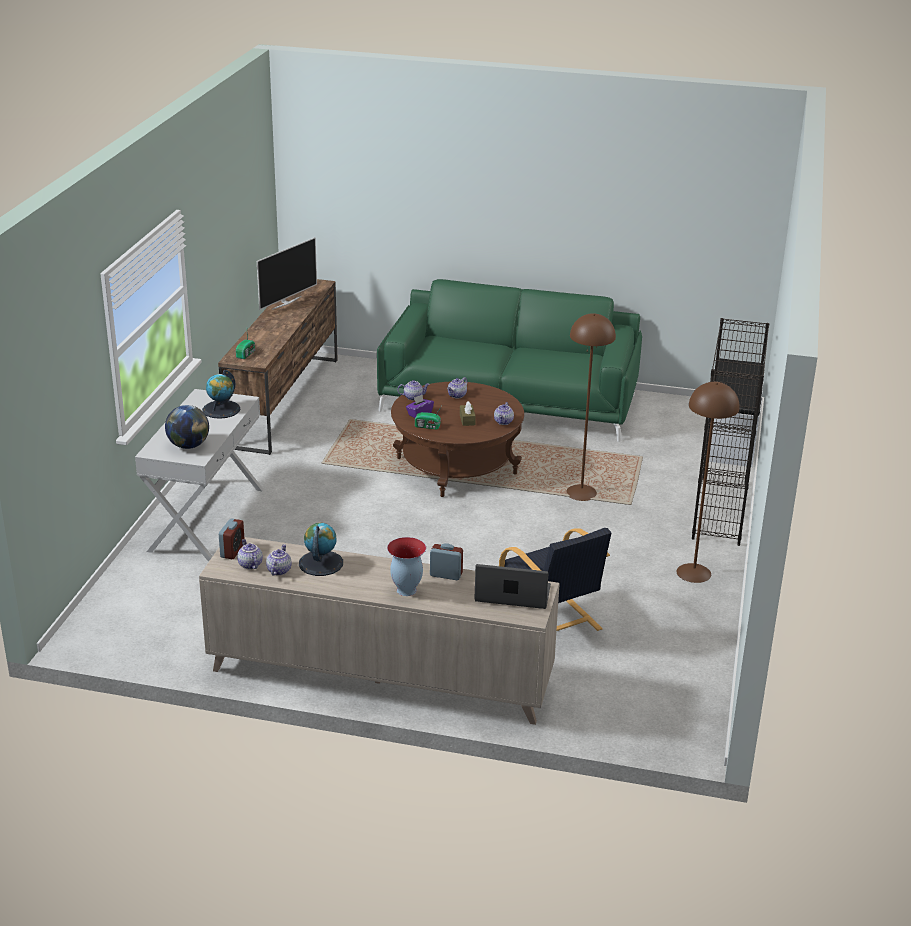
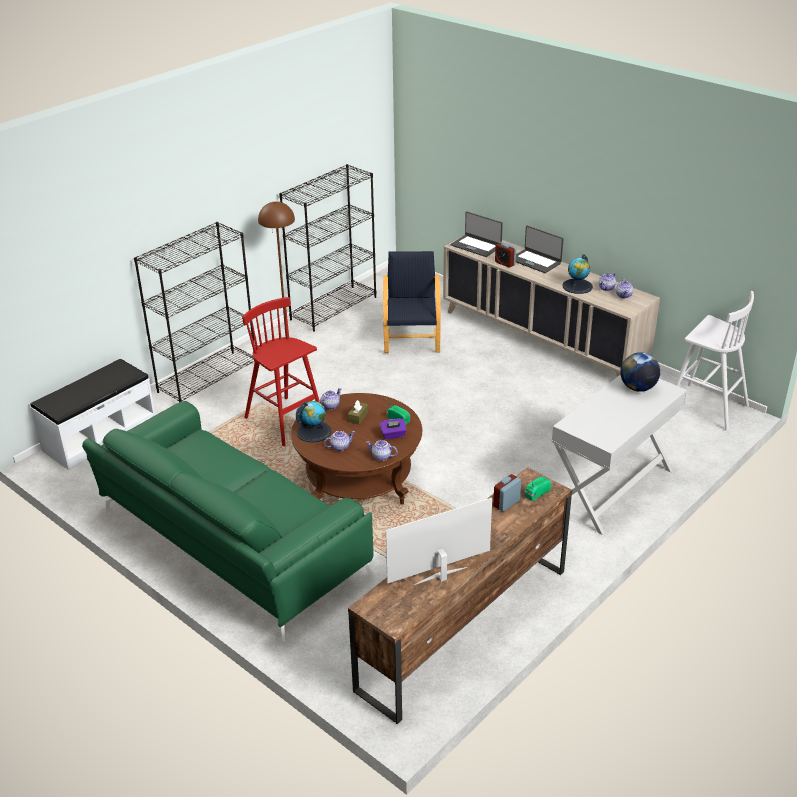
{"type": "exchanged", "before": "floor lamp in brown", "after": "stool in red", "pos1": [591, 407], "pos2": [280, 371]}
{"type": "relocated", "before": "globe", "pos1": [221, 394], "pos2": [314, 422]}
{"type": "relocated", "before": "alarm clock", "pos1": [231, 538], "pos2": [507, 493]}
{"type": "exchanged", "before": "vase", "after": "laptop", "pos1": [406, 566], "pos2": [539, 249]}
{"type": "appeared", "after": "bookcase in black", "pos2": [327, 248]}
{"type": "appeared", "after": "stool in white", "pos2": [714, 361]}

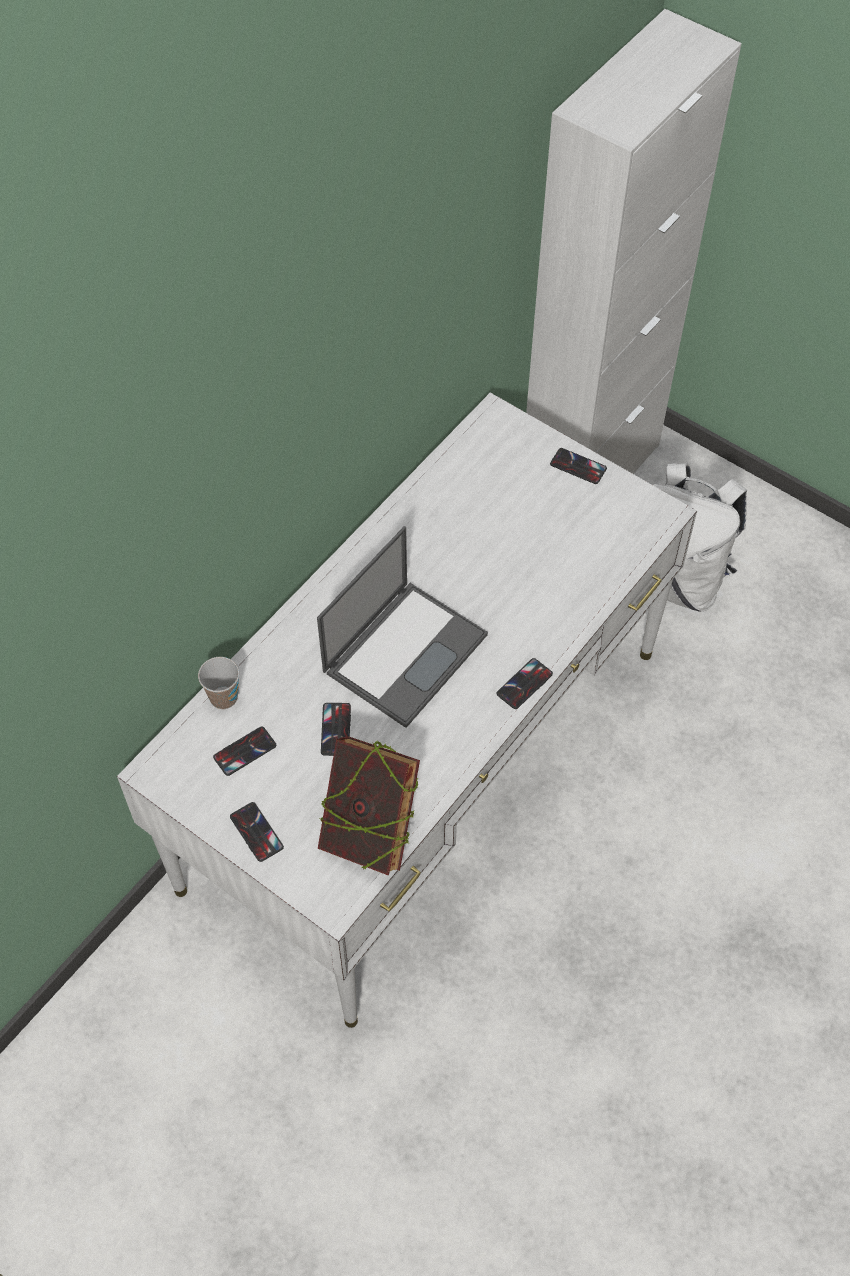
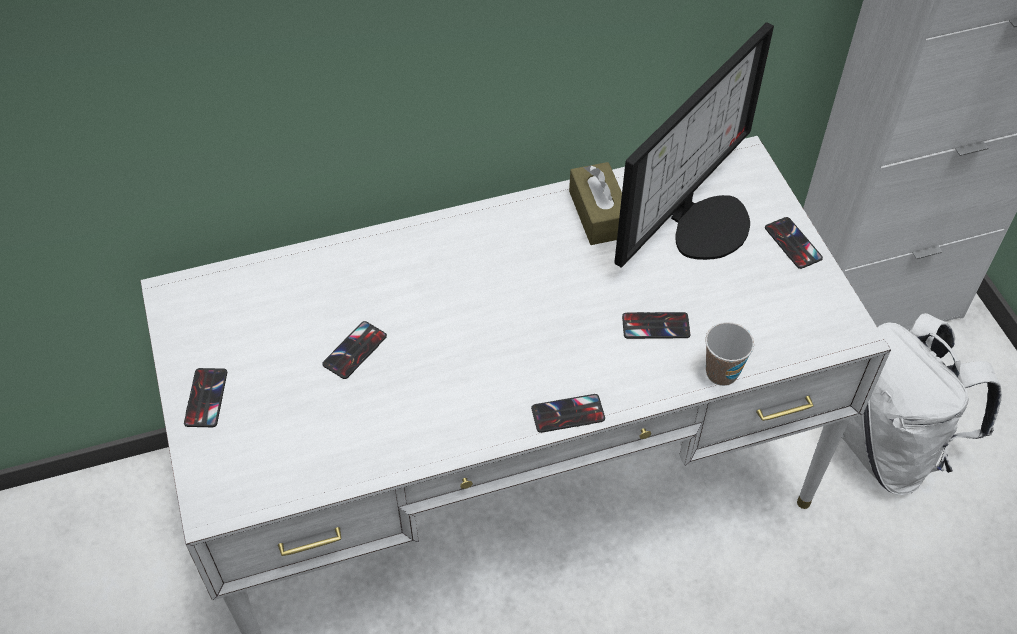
{"type": "missing", "before": "laptop", "pos1": [402, 627]}
{"type": "relocated", "before": "cup", "pos1": [218, 683], "pos2": [729, 354]}
{"type": "relocated", "before": "phone", "pos1": [244, 751], "pos2": [656, 325]}
{"type": "missing", "before": "book", "pos1": [369, 805]}
{"type": "appeared", "after": "monitor", "pos2": [694, 145]}
{"type": "appeared", "after": "tissue box in brown", "pos2": [595, 203]}

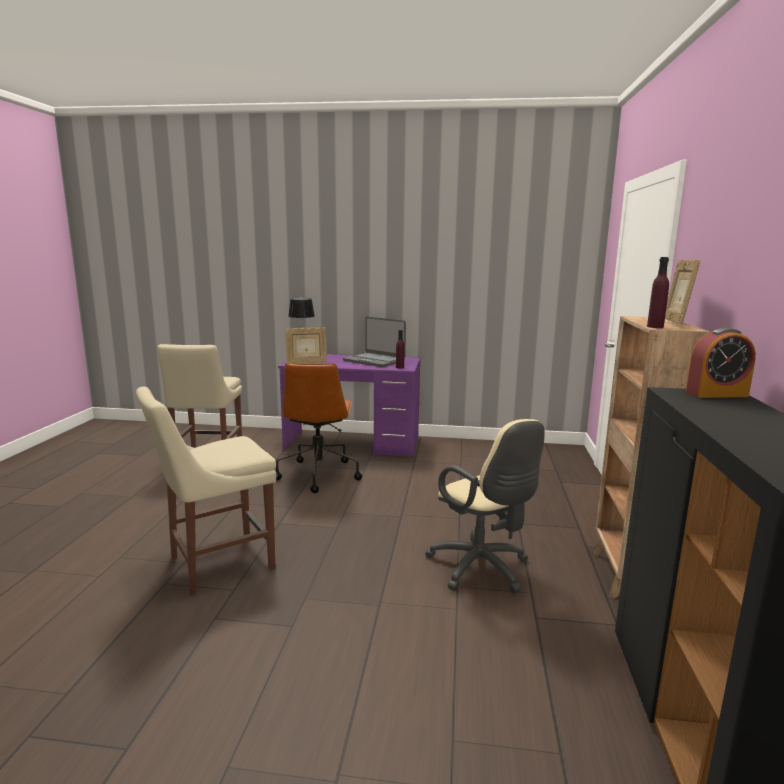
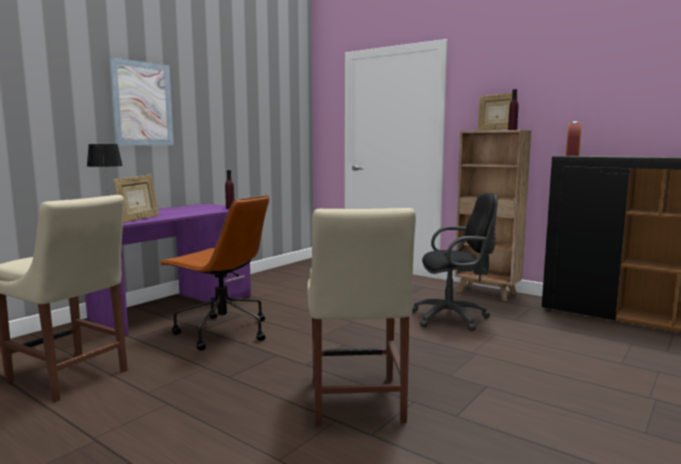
{"type": "missing", "before": "laptop", "pos1": [374, 342]}
{"type": "colour", "before": "office chair in beige", "after": "office chair in black", "pos1": [485, 506], "pos2": [455, 262]}
{"type": "appeared", "after": "picture", "pos2": [141, 101]}

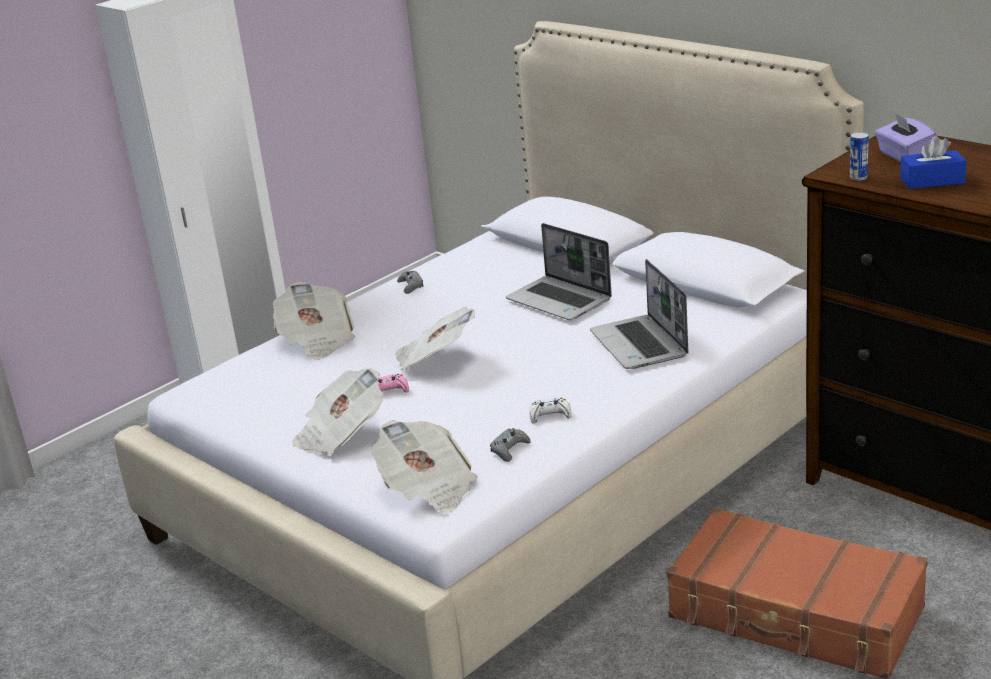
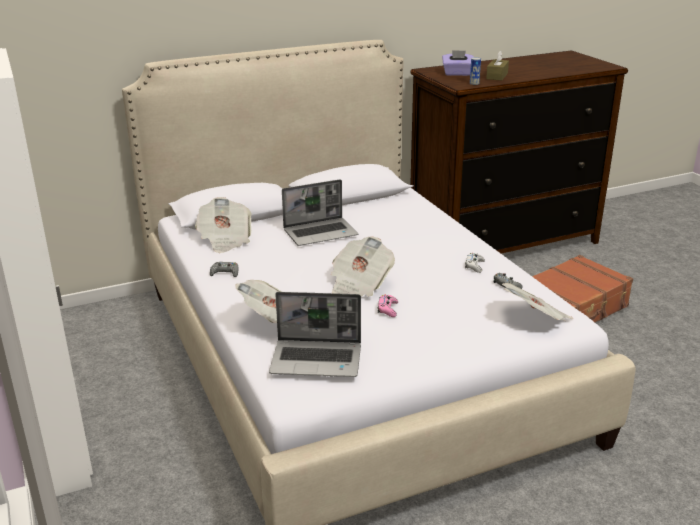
{"type": "colour", "before": "tissue box in blue", "after": "tissue box in brown", "pos1": [933, 162], "pos2": [497, 65]}
{"type": "relocated", "before": "laptop", "pos1": [639, 314], "pos2": [315, 334]}
{"type": "relocated", "before": "newspaper", "pos1": [337, 411], "pos2": [223, 225]}

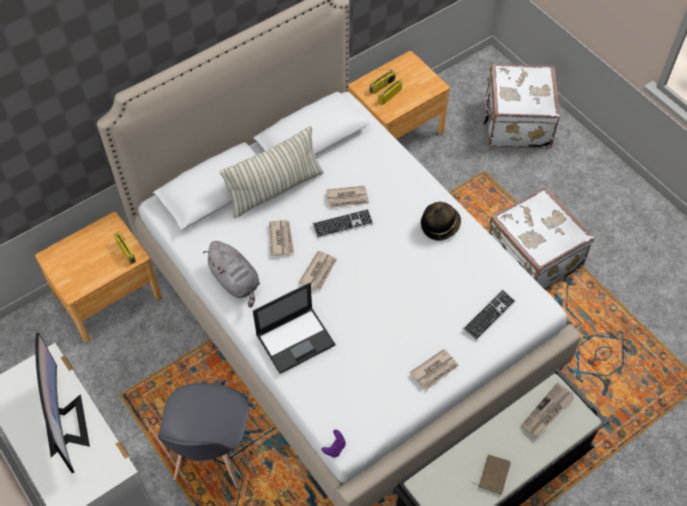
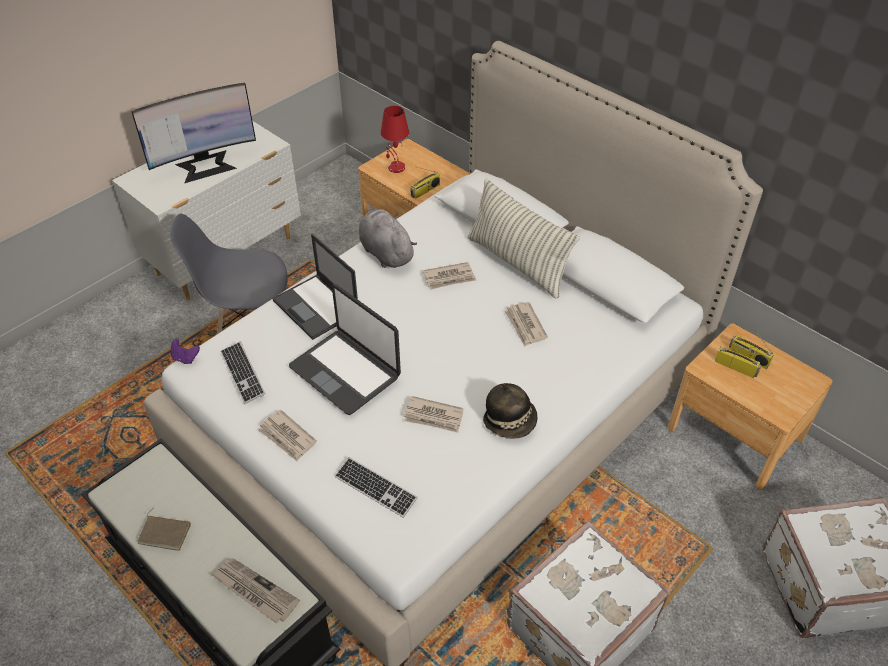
{"type": "relocated", "before": "keyboard", "pos1": [342, 223], "pos2": [243, 372]}
{"type": "spun", "before": "plush toy in grey", "pos1": [231, 274], "pos2": [388, 238], "turn": 105}
{"type": "relocated", "before": "newspaper", "pos1": [318, 271], "pos2": [433, 414]}
{"type": "appeared", "after": "table lamp in red", "pos2": [395, 139]}
{"type": "appeared", "after": "laptop", "pos2": [345, 349]}

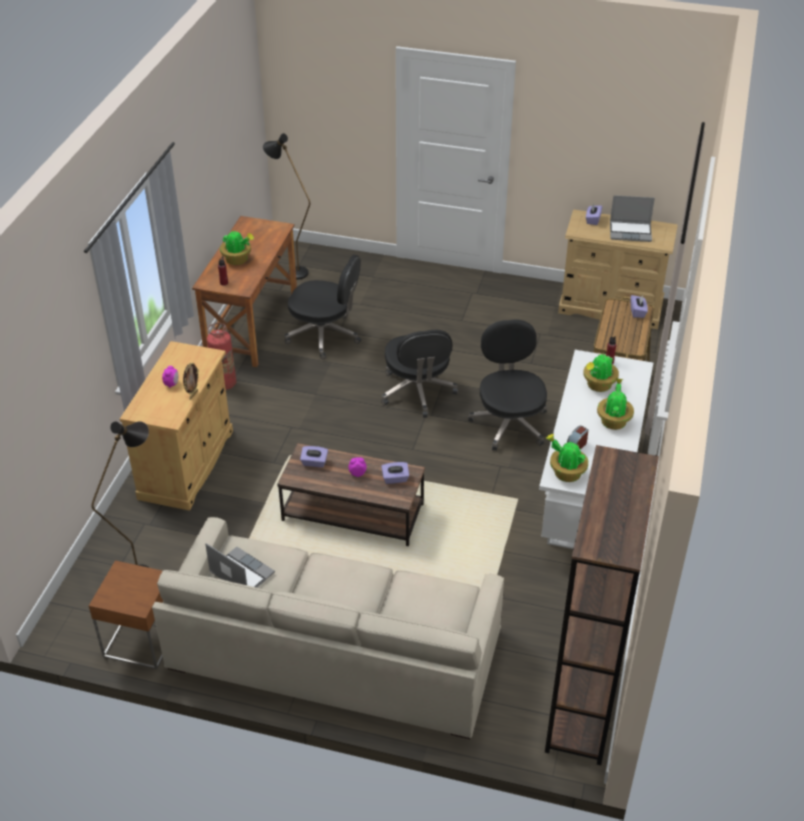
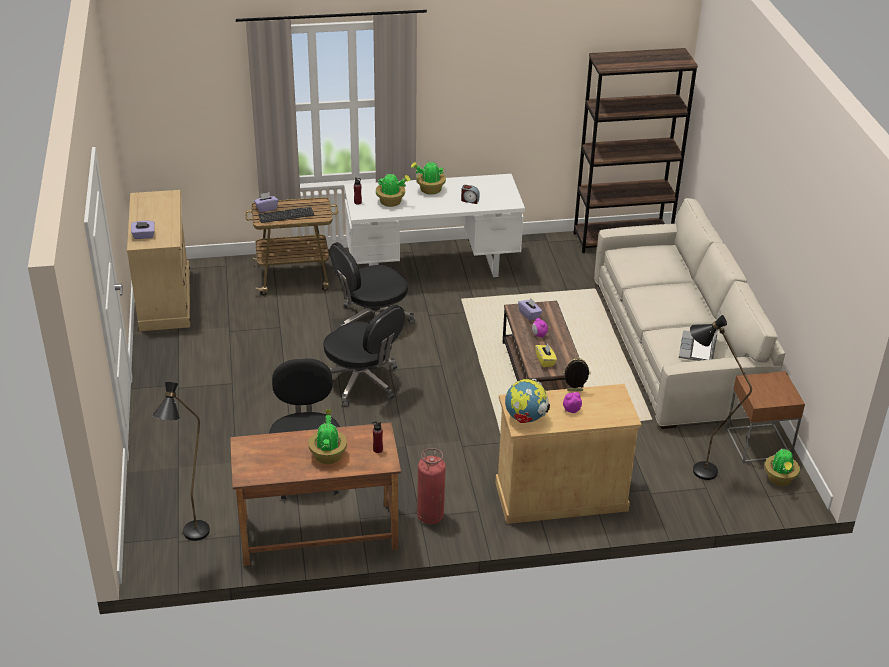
{"type": "missing", "before": "laptop", "pos1": [632, 218]}
{"type": "spun", "before": "office chair in black", "pos1": [419, 374], "pos2": [364, 356], "turn": 75}
{"type": "relocated", "before": "potted plant", "pos1": [567, 458], "pos2": [782, 467]}
{"type": "colour", "before": "tissue box in purple", "after": "tissue box in yellow", "pos1": [314, 457], "pos2": [546, 356]}
{"type": "appeared", "after": "keyboard", "pos2": [286, 215]}
{"type": "appeared", "after": "globe", "pos2": [527, 401]}

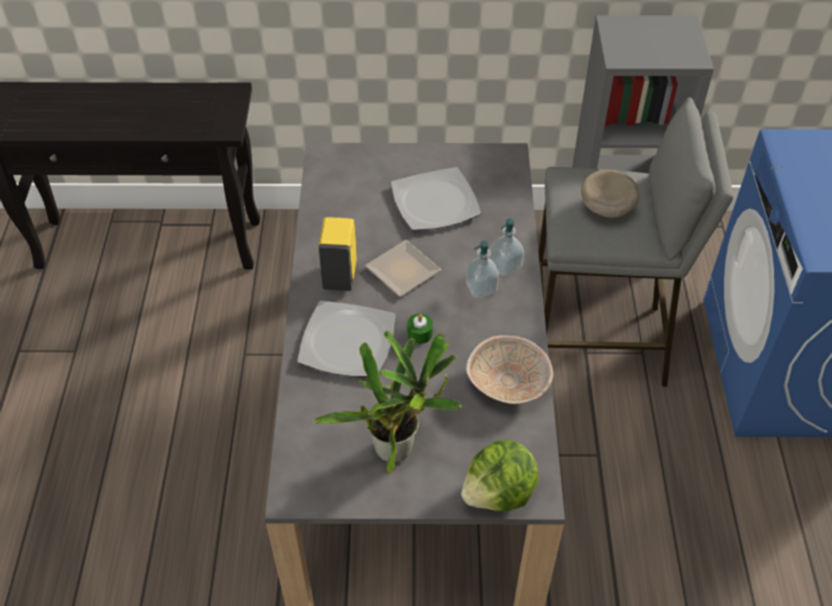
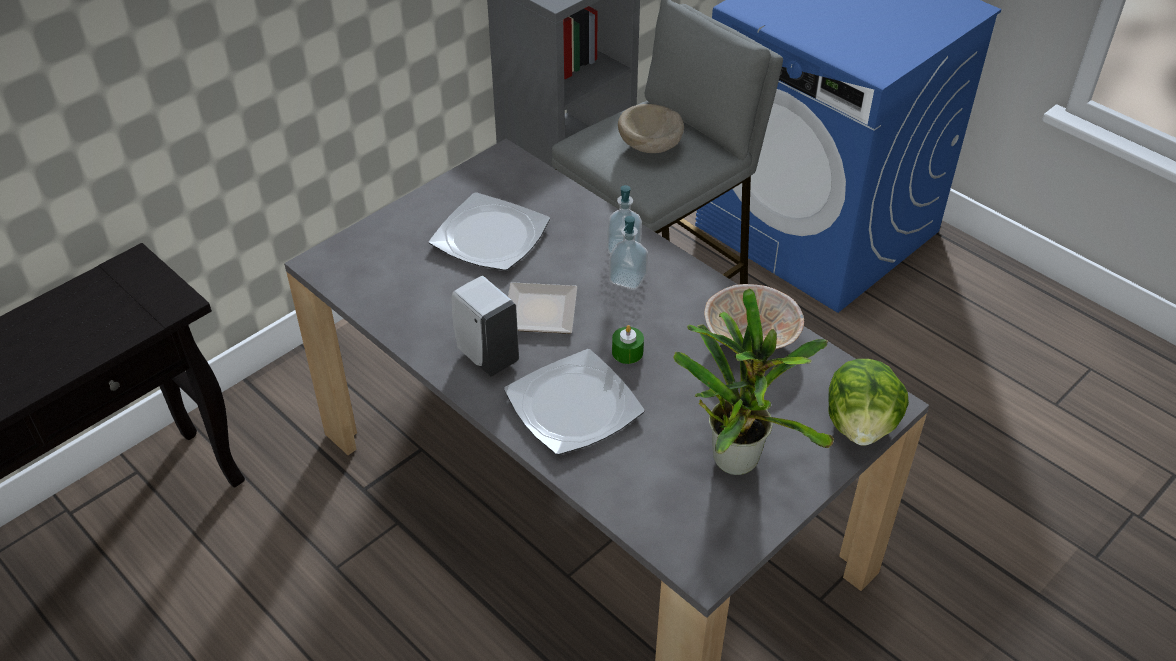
{"type": "colour", "before": "soap dispenser in yellow", "after": "soap dispenser in white", "pos1": [338, 254], "pos2": [485, 326]}

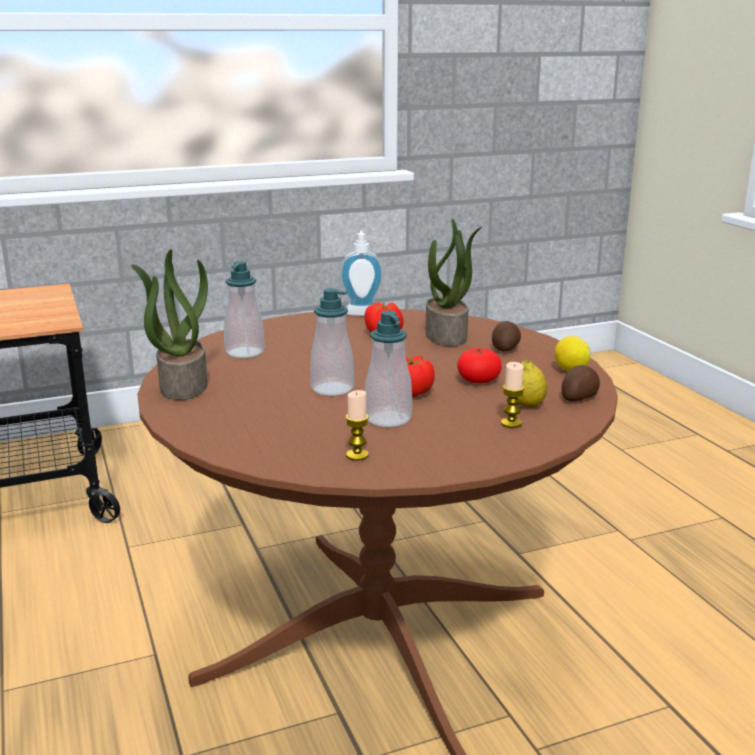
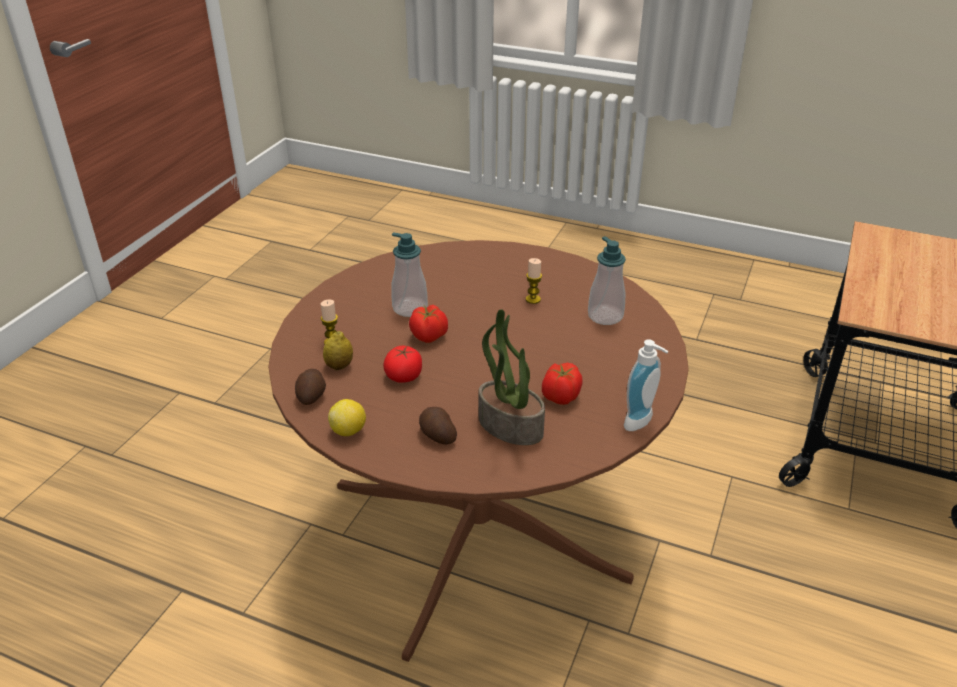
{"type": "missing", "before": "potted plant", "pos1": [169, 324]}
{"type": "missing", "before": "soap dispenser", "pos1": [332, 342]}
{"type": "relocated", "before": "candle", "pos1": [357, 425], "pos2": [534, 281]}

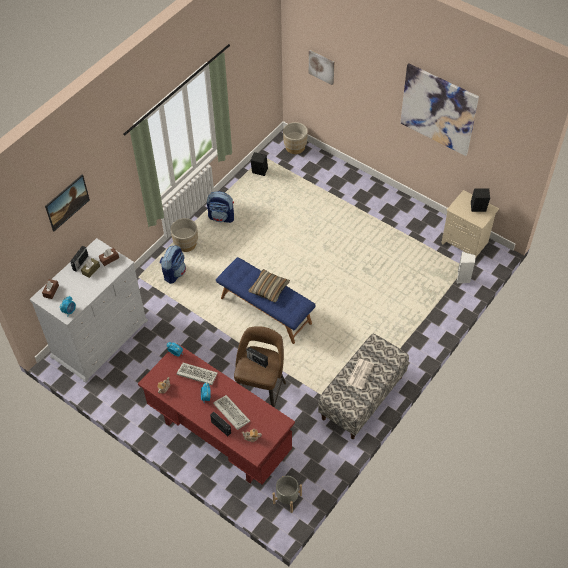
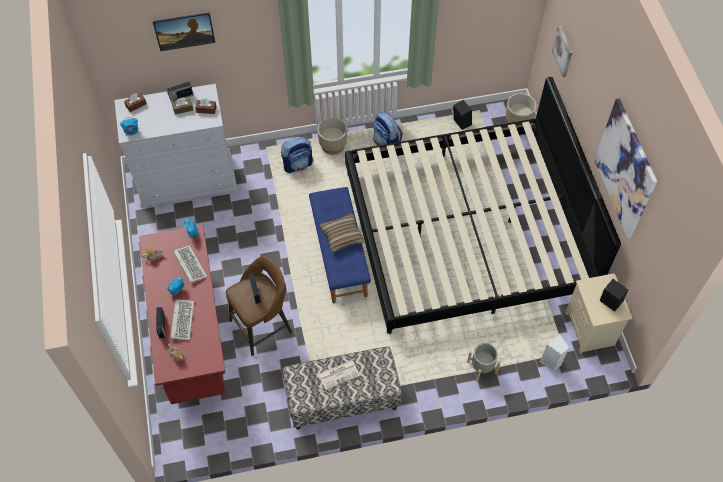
{"type": "relocated", "before": "planter in grey", "pos1": [287, 494], "pos2": [483, 362]}
{"type": "appeared", "after": "bed", "pos2": [483, 205]}

